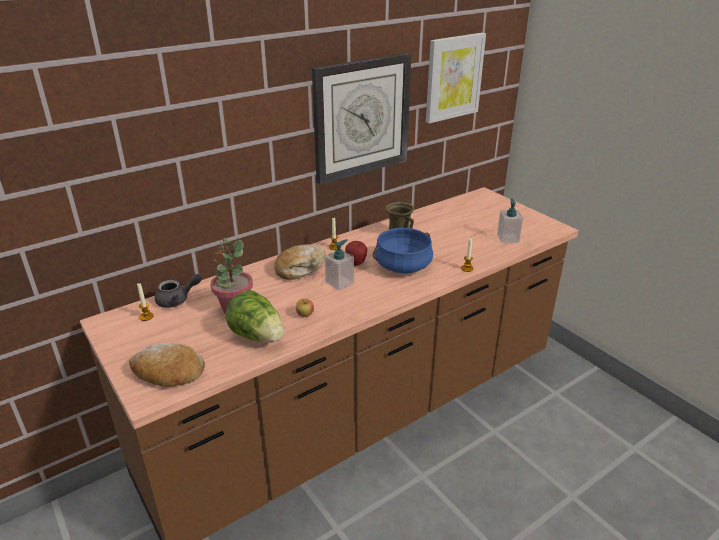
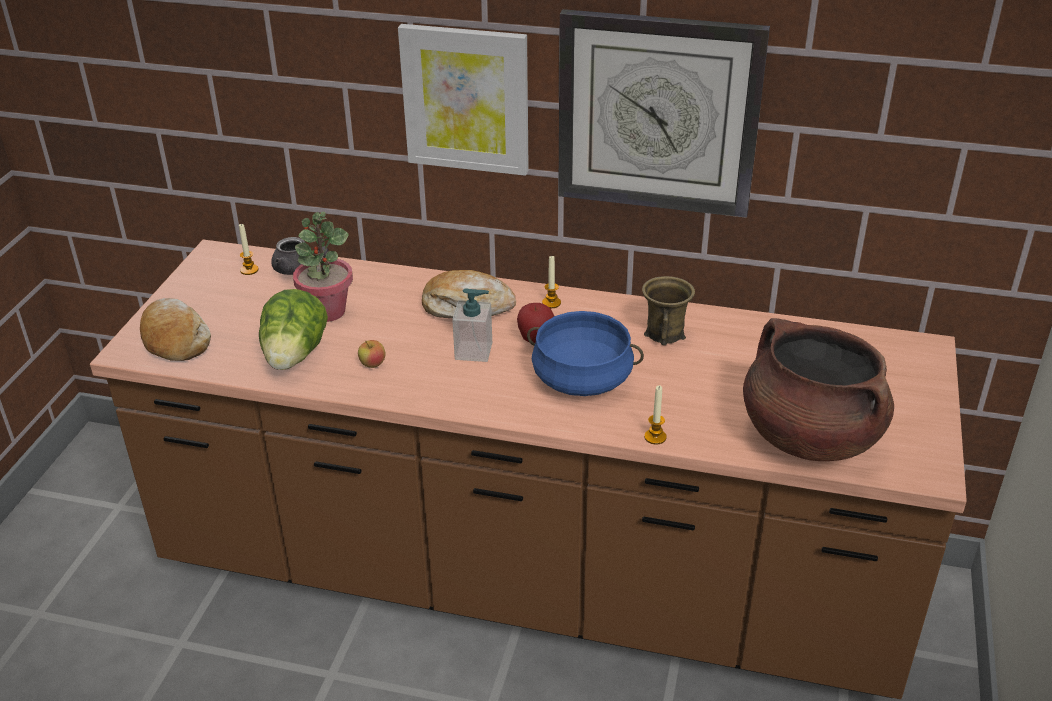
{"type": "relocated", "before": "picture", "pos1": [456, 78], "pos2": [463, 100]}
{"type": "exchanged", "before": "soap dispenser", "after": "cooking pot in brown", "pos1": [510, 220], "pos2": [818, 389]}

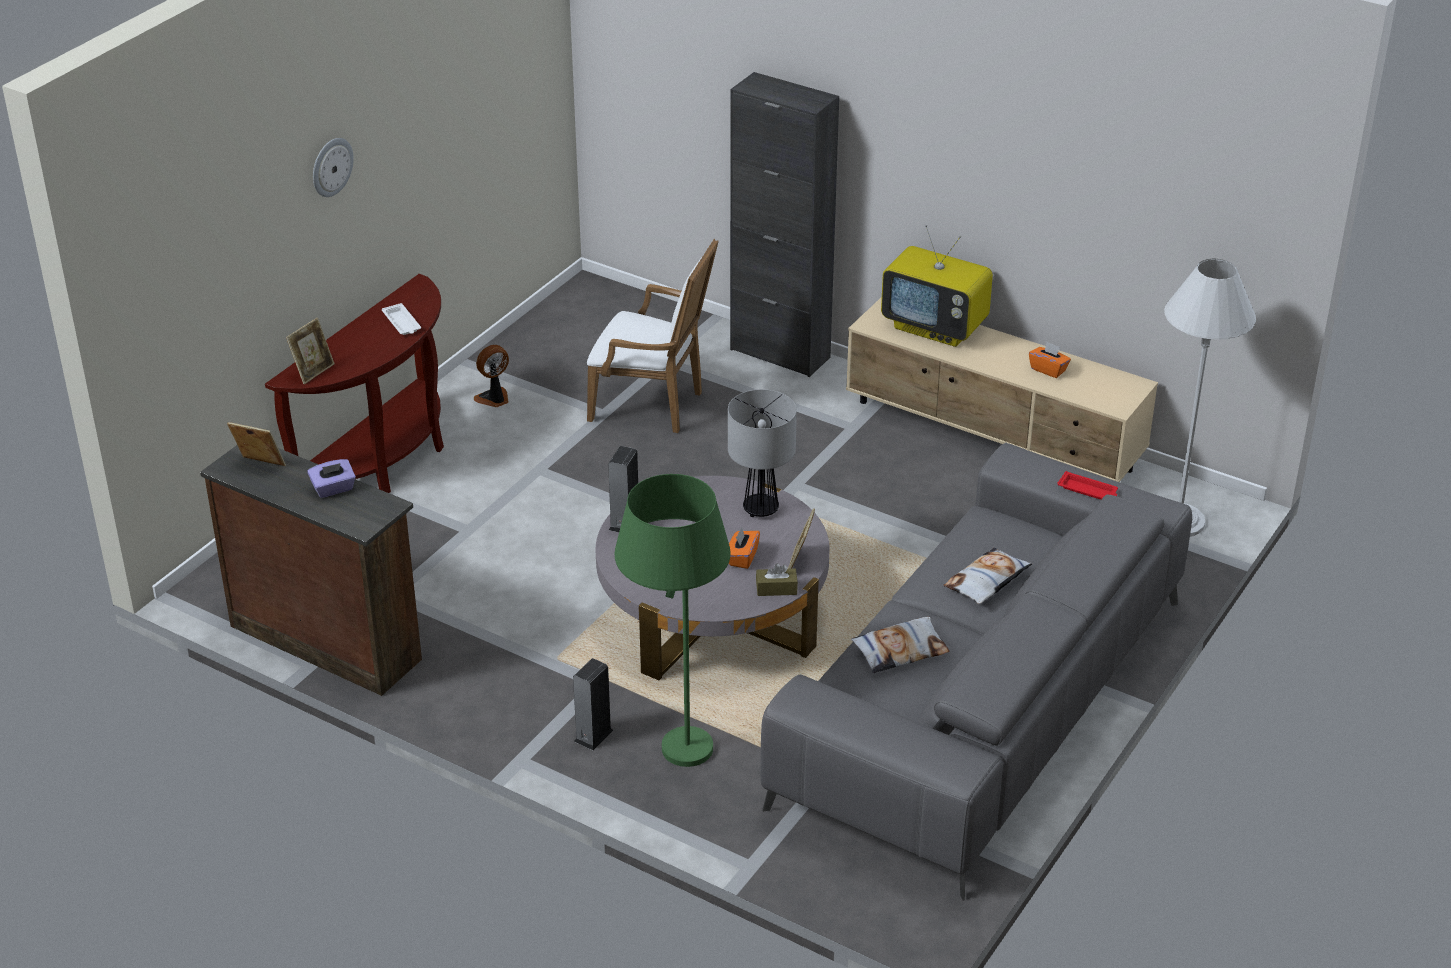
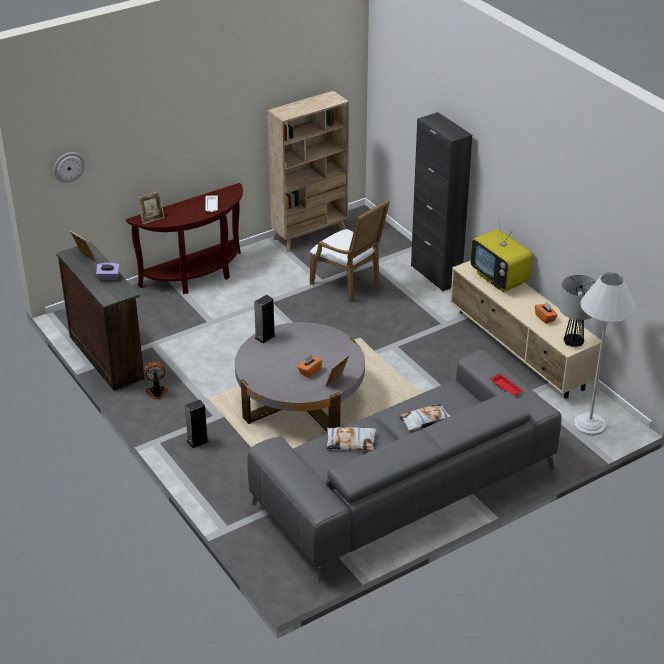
{"type": "relocated", "before": "wall clock", "pos1": [333, 167], "pos2": [69, 167]}
{"type": "relocated", "before": "fan", "pos1": [491, 376], "pos2": [156, 380]}
{"type": "relocated", "before": "table lamp", "pos1": [762, 453], "pos2": [578, 311]}
{"type": "missing", "before": "floor lamp in green", "pos1": [673, 620]}
{"type": "missing", "before": "tissue box in brown", "pos1": [777, 579]}
{"type": "appeared", "after": "bookcase in beige", "pos2": [308, 171]}

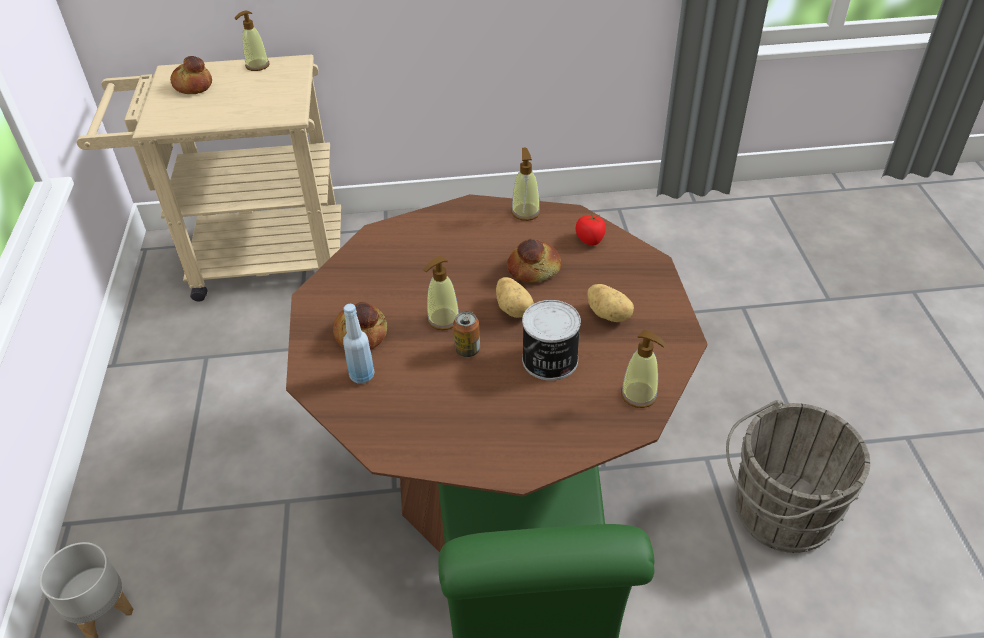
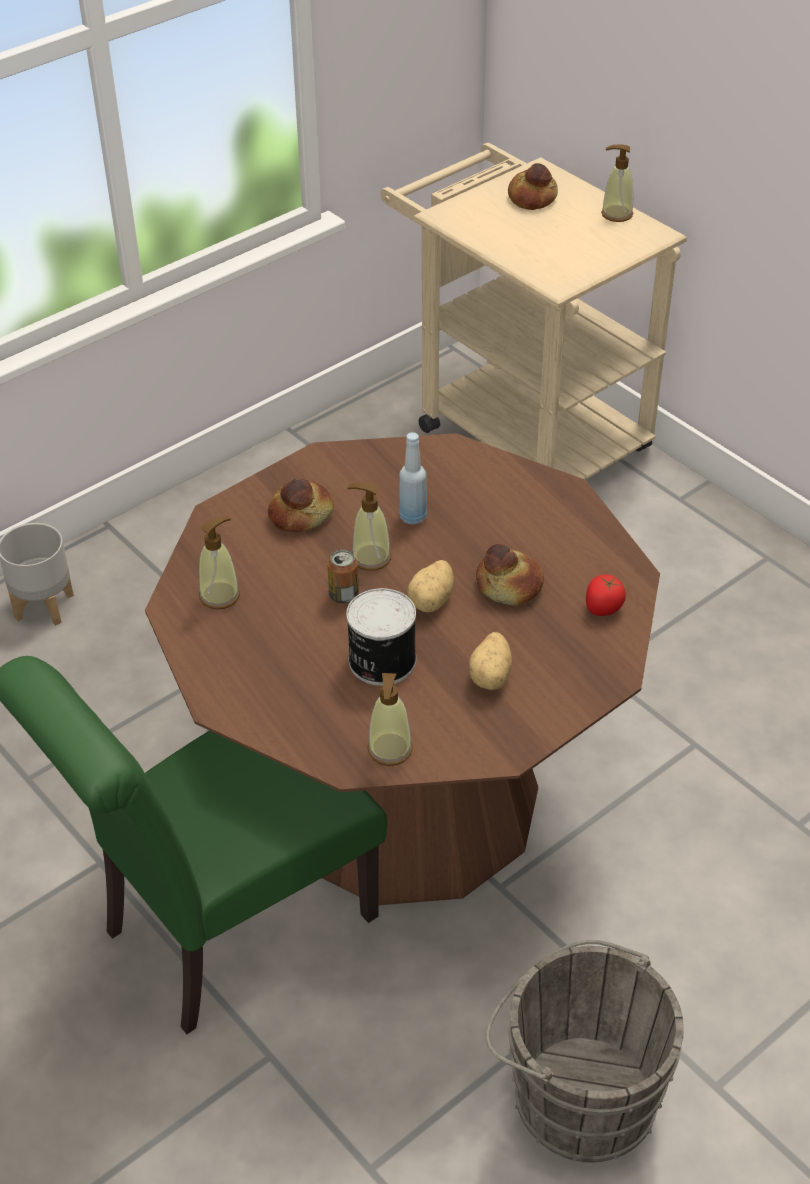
{"type": "relocated", "before": "soap dispenser", "pos1": [525, 184], "pos2": [219, 562]}
{"type": "relocated", "before": "bottle in blue", "pos1": [359, 344], "pos2": [413, 478]}

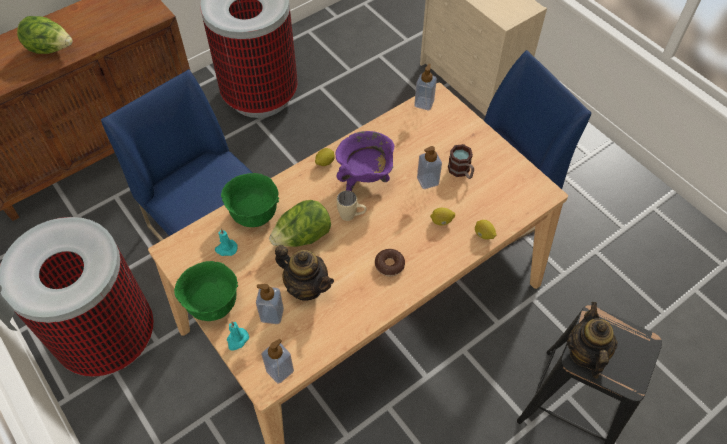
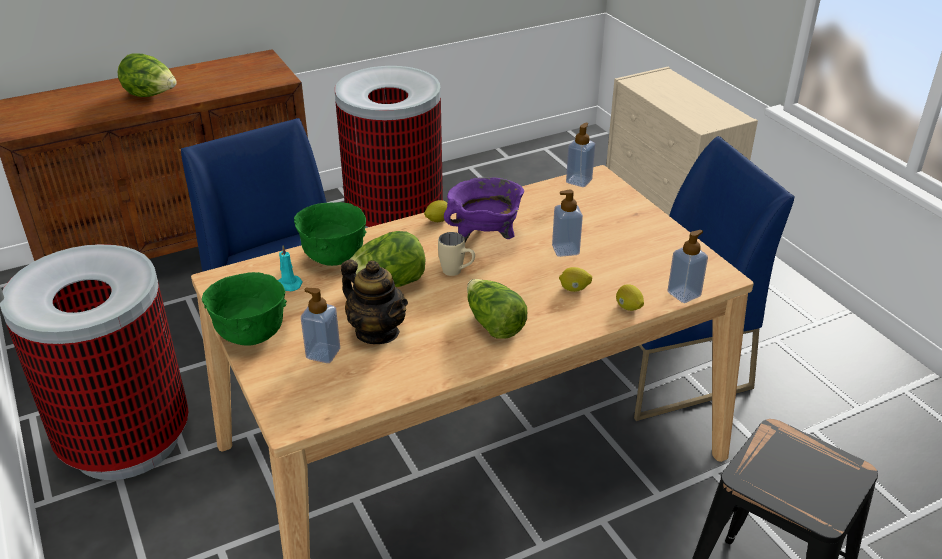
{"type": "missing", "before": "mug", "pos1": [461, 161]}
{"type": "exchanged", "before": "donut", "after": "lettuce", "pos1": [390, 263], "pos2": [497, 309]}
{"type": "missing", "before": "teapot", "pos1": [592, 340]}
{"type": "missing", "before": "candle in turquoise", "pos1": [238, 336]}
{"type": "relocated", "before": "soap dispenser", "pos1": [277, 361], "pos2": [687, 266]}

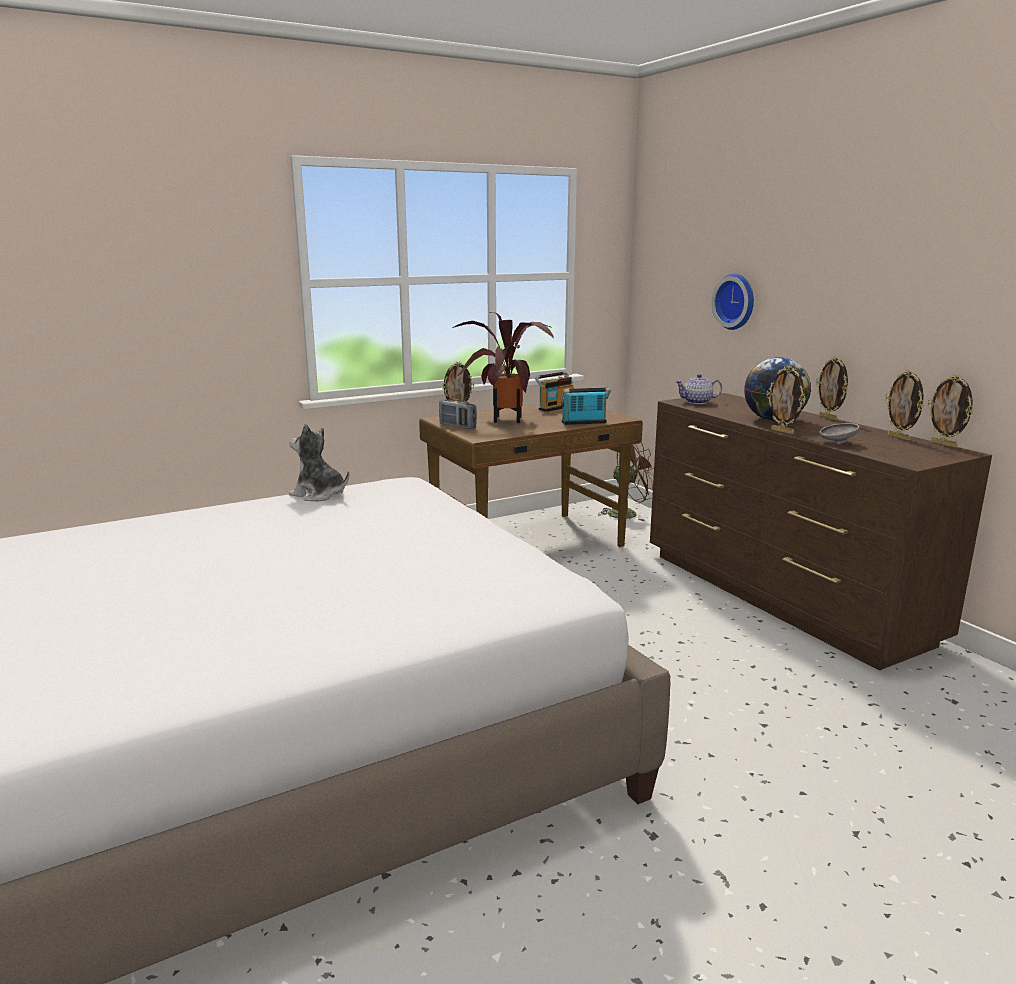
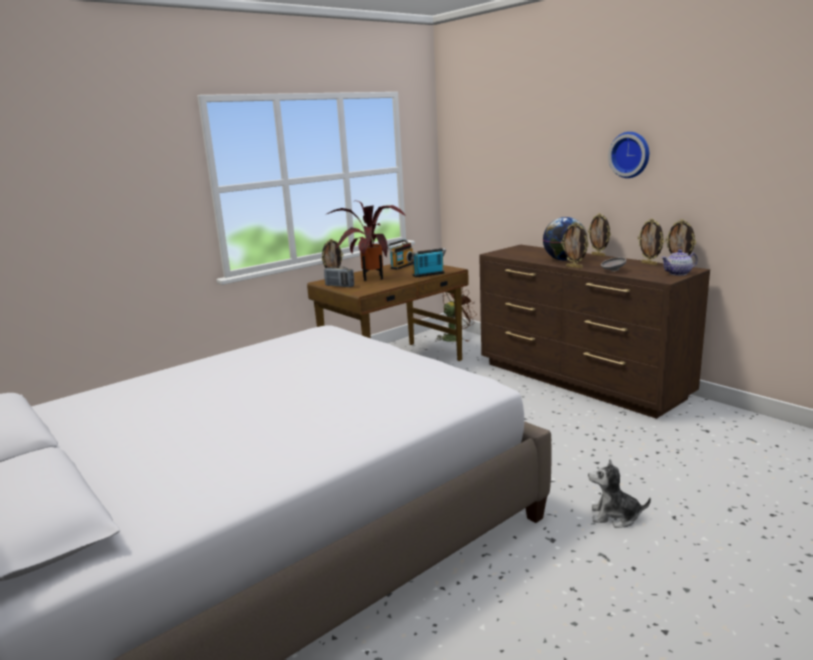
{"type": "relocated", "before": "wall clock", "pos1": [733, 301], "pos2": [628, 155]}
{"type": "relocated", "before": "teapot", "pos1": [698, 389], "pos2": [679, 263]}
{"type": "relocated", "before": "plush toy", "pos1": [319, 462], "pos2": [619, 493]}

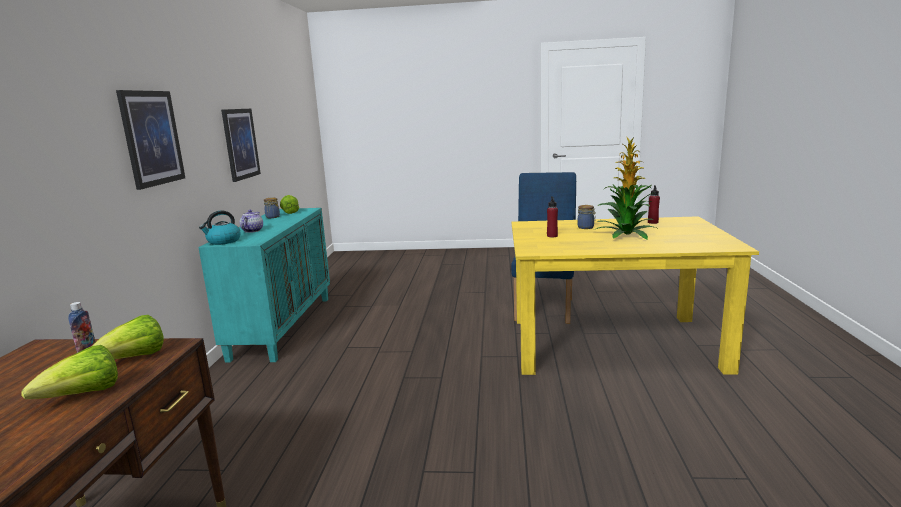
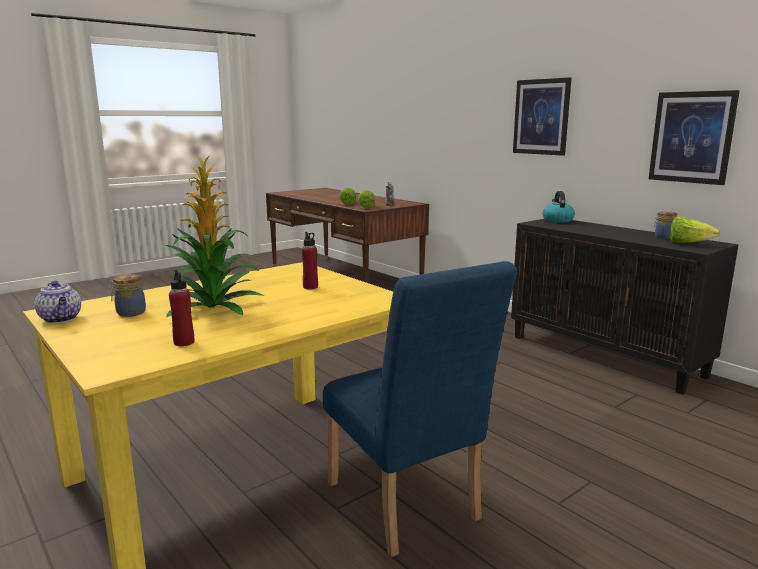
{"type": "relocated", "before": "jar", "pos1": [586, 217], "pos2": [128, 295]}
{"type": "colour", "before": "cabinet in turquoise", "after": "cabinet in black", "pos1": [264, 285], "pos2": [624, 307]}
{"type": "relocated", "before": "teapot", "pos1": [251, 221], "pos2": [58, 302]}

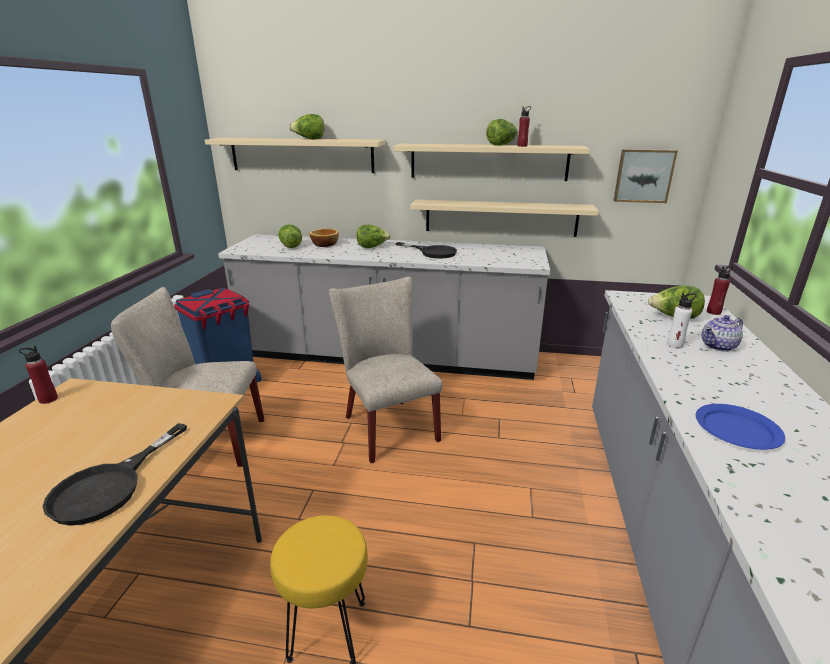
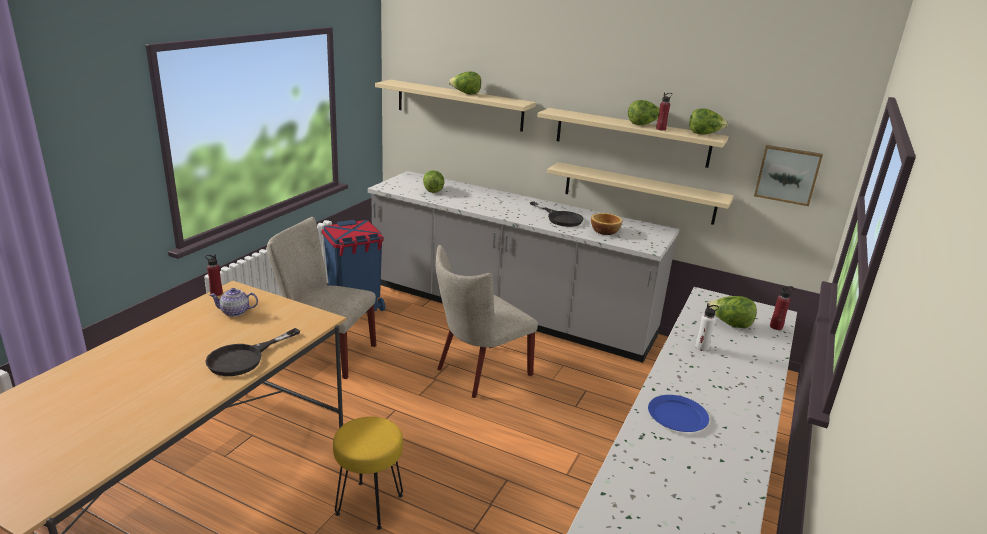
{"type": "relocated", "before": "lettuce", "pos1": [373, 236], "pos2": [708, 122]}
{"type": "relocated", "before": "bowl", "pos1": [324, 238], "pos2": [607, 224]}
{"type": "spun", "before": "chair in beige", "pos1": [385, 370], "pos2": [487, 321], "turn": -120}
{"type": "relocated", "before": "teapot", "pos1": [722, 333], "pos2": [234, 302]}

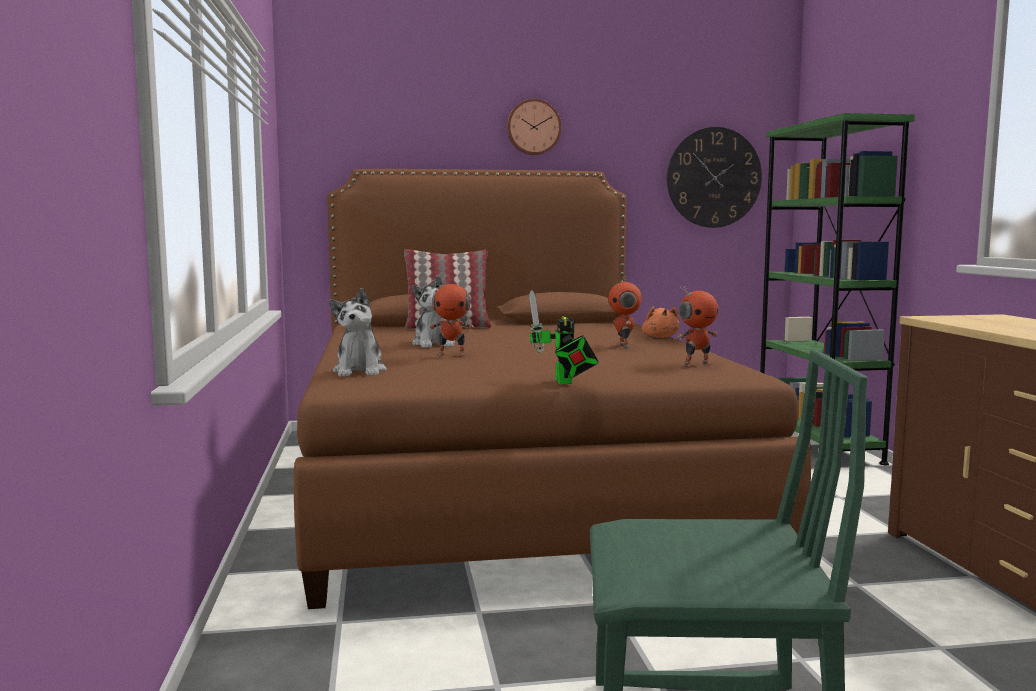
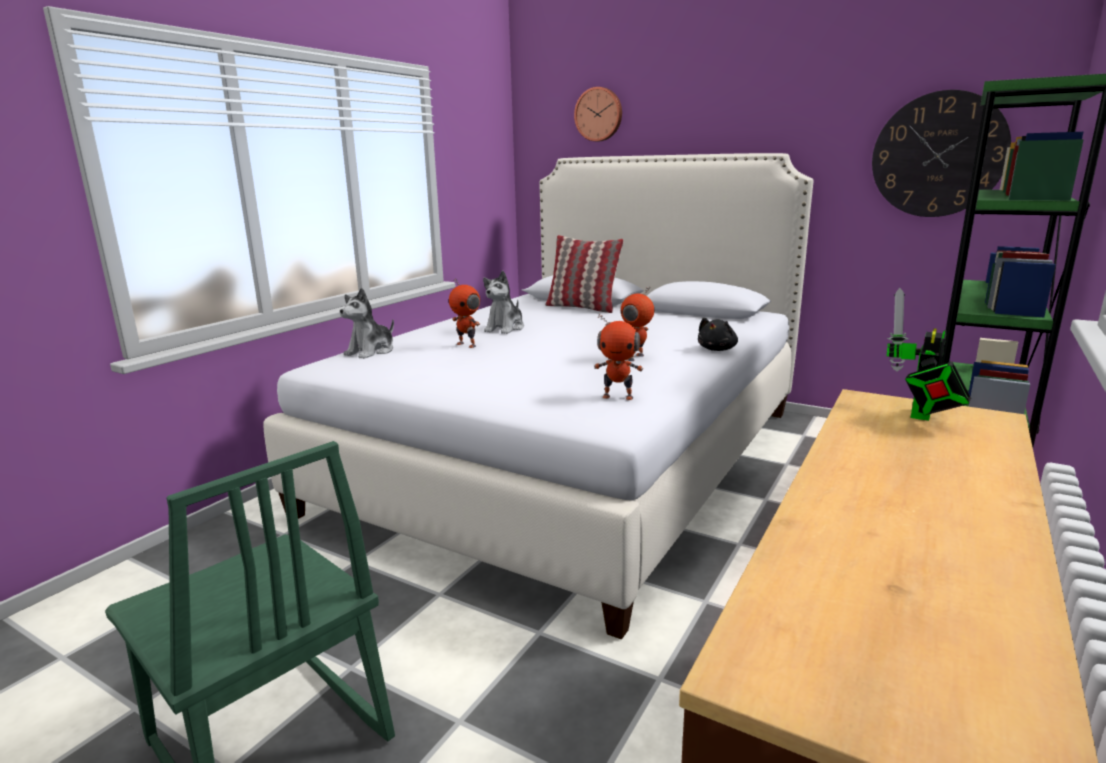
{"type": "relocated", "before": "wall clock", "pos1": [534, 127], "pos2": [598, 114]}
{"type": "colour", "before": "bed in brown", "after": "bed in white", "pos1": [552, 389], "pos2": [538, 396]}
{"type": "relocated", "before": "toy robot", "pos1": [564, 337], "pos2": [929, 354]}
{"type": "colour", "before": "plush toy in orange", "after": "plush toy in black", "pos1": [660, 322], "pos2": [718, 334]}

